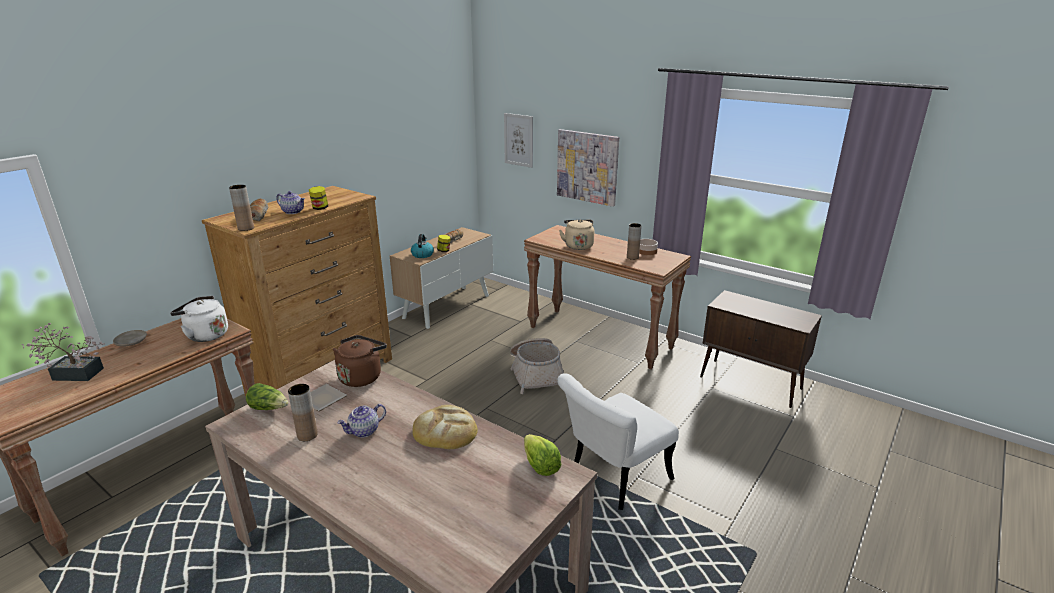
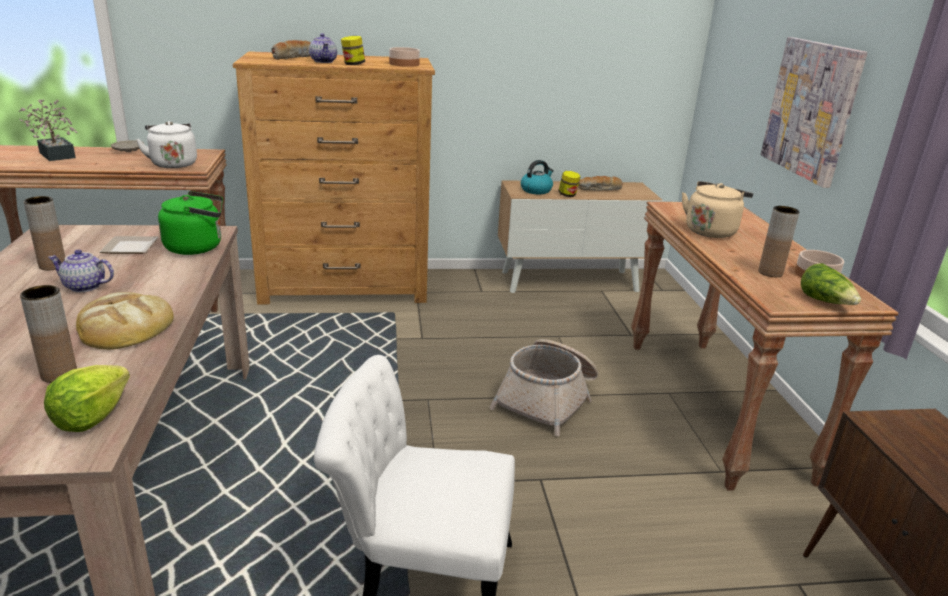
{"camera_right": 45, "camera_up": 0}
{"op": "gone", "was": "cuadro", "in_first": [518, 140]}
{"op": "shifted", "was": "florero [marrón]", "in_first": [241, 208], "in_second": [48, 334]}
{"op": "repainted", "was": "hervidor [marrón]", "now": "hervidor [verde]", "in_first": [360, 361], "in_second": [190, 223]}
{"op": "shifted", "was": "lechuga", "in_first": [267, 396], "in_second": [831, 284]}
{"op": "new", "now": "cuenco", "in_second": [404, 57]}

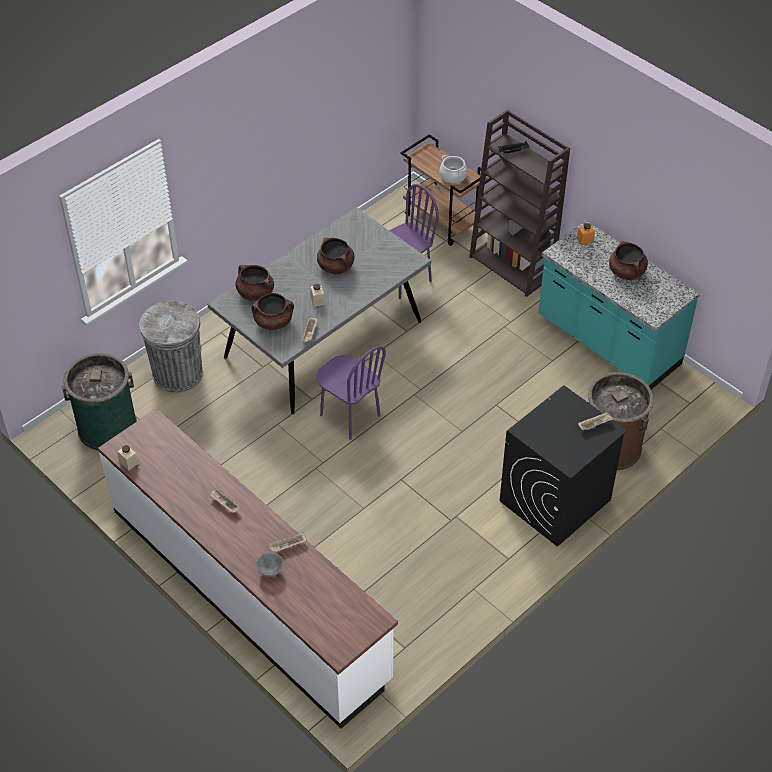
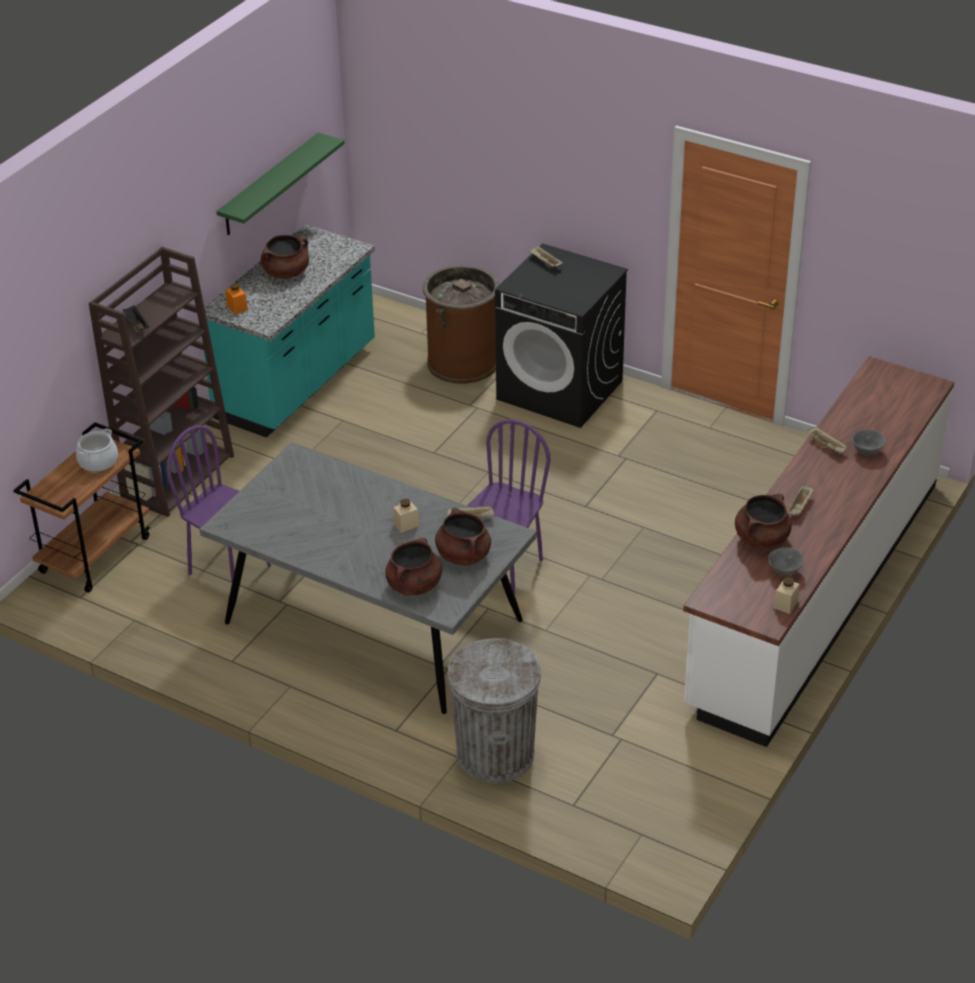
{"camera_right": -105, "camera_up": -10}
{"op": "shifted", "was": "olla [marrón]", "in_first": [335, 255], "in_second": [763, 521]}
{"op": "gone", "was": "papelera [verde]", "in_first": [99, 401]}
{"op": "new", "now": "estante [verde]", "in_second": [280, 184]}
{"op": "new", "now": "cuenco [gris]", "in_second": [786, 562]}

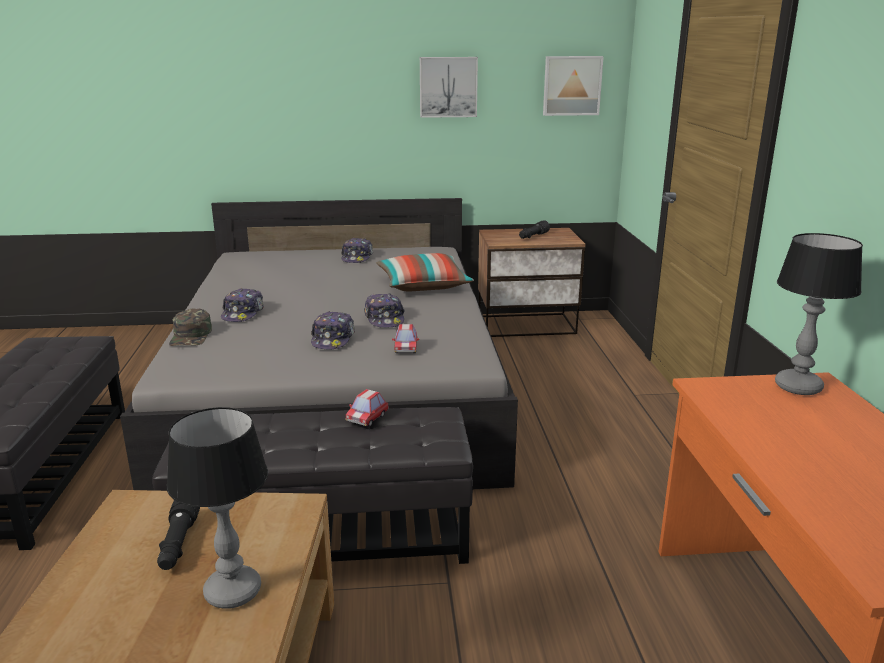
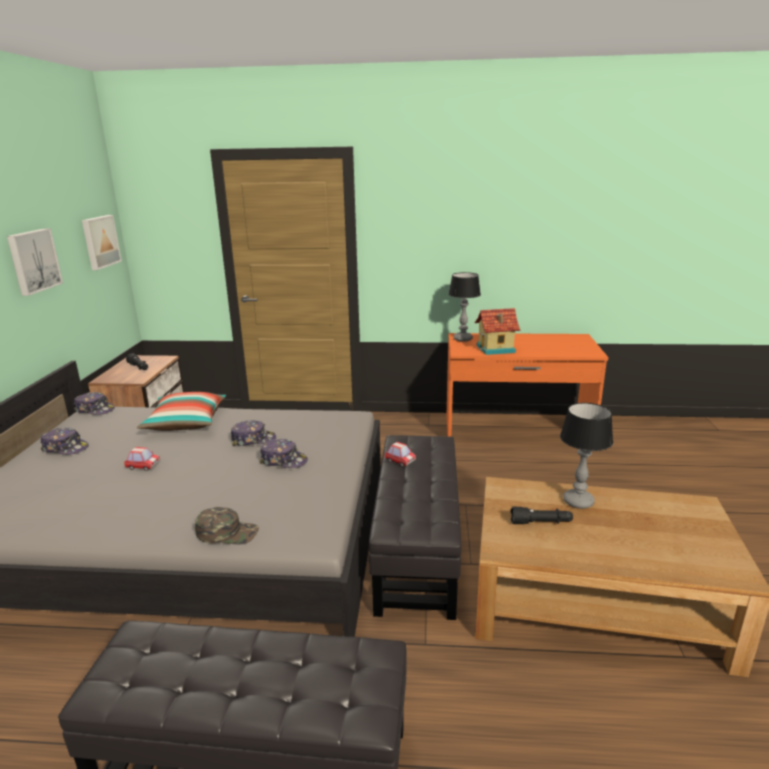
{"camera_right": -80, "camera_up": 0}
{"op": "shifted", "was": "gorra", "in_first": [242, 305], "in_second": [94, 403]}
{"op": "shifted", "was": "coche de juguete", "in_first": [405, 338], "in_second": [142, 459]}
{"op": "new", "now": "casita", "in_second": [497, 331]}

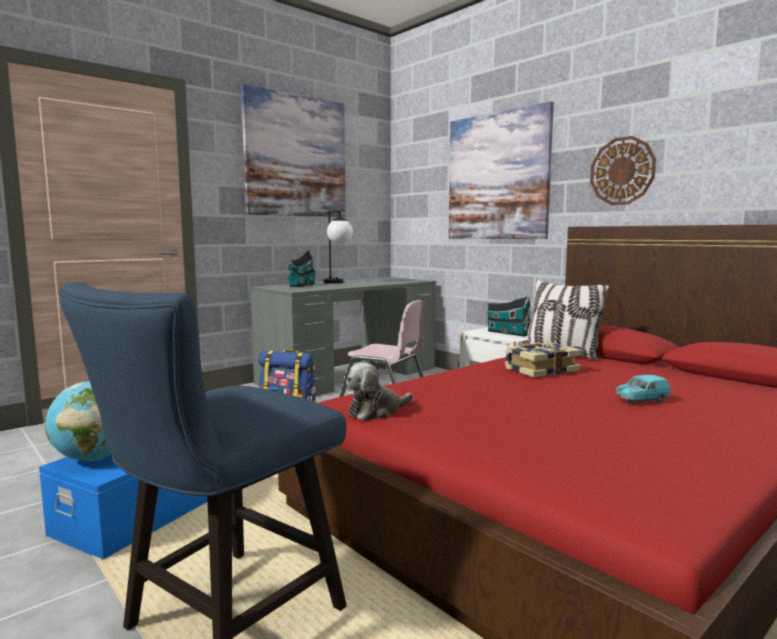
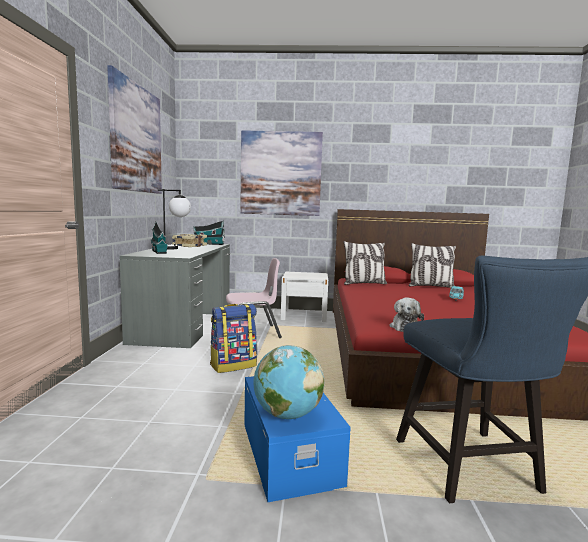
{"camera_right": -45, "camera_up": 0}
{"op": "gone", "was": "reloj de pared", "in_first": [623, 170]}
{"op": "shifted", "was": "casita", "in_first": [509, 317], "in_second": [209, 233]}
{"op": "shifted", "was": "libro", "in_first": [543, 359], "in_second": [189, 240]}
{"op": "new", "now": "cojín", "in_second": [432, 265]}

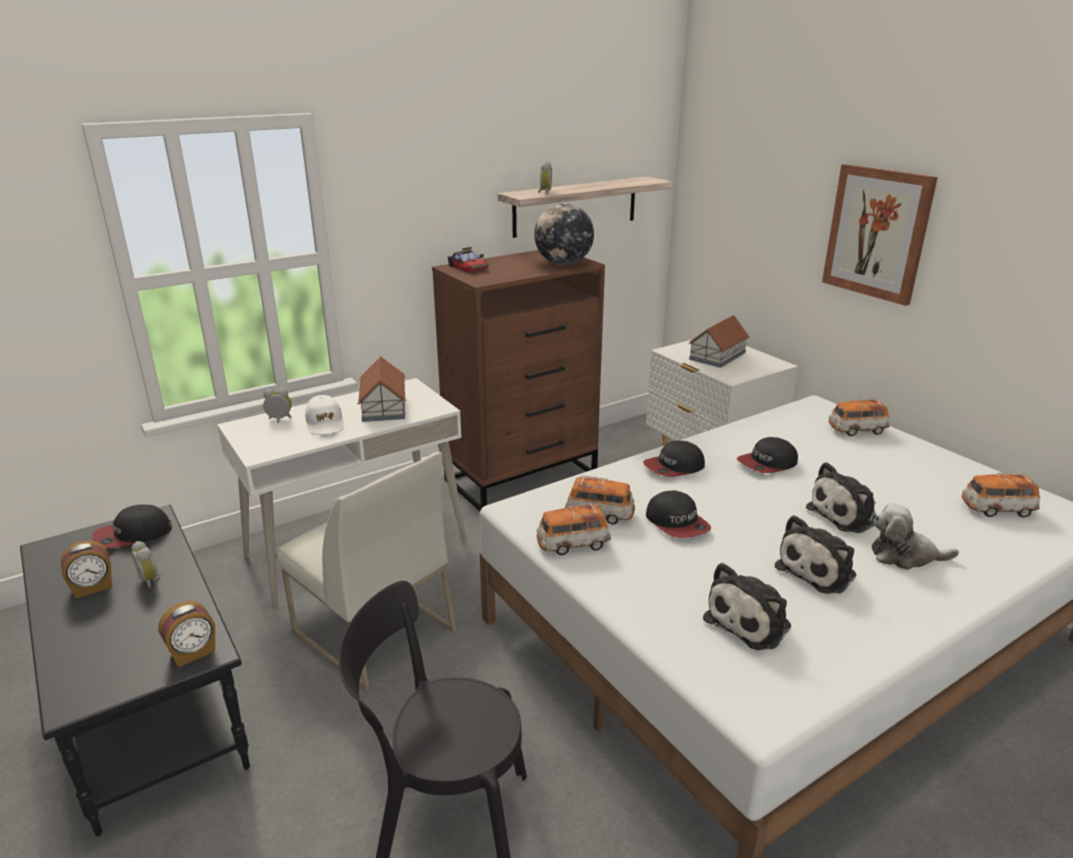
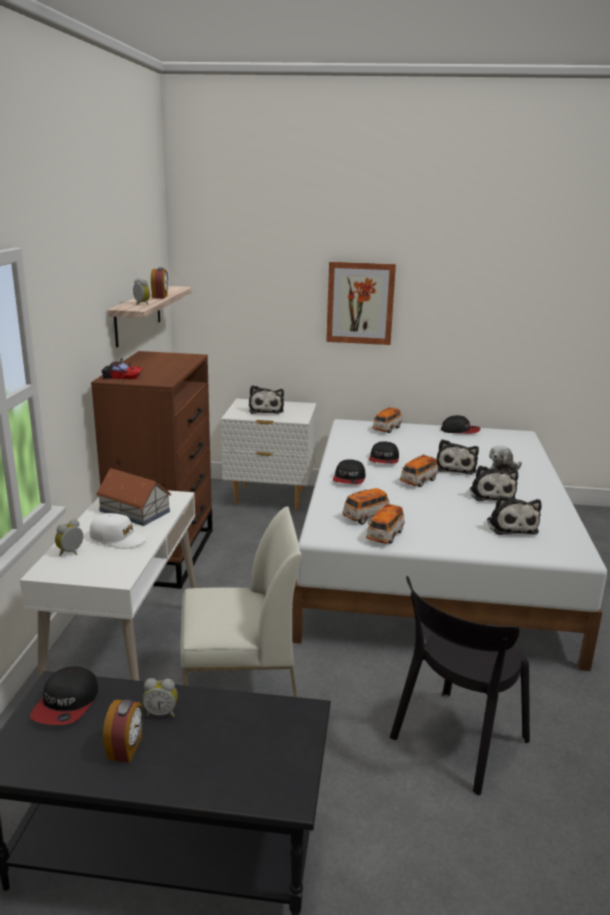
{"camera_right": -50, "camera_up": -5}
{"op": "gone", "was": "globo terráqueo", "in_first": [564, 234]}
{"op": "swapped", "was": "casita", "now": "peluche", "in_first": [719, 341], "in_second": [266, 399]}
{"op": "shifted", "was": "coche de juguete", "in_first": [1001, 495], "in_second": [419, 470]}
{"op": "shifted", "was": "gorra", "in_first": [678, 514], "in_second": [460, 424]}
{"op": "shifted", "was": "despertador", "in_first": [187, 634], "in_second": [159, 283]}

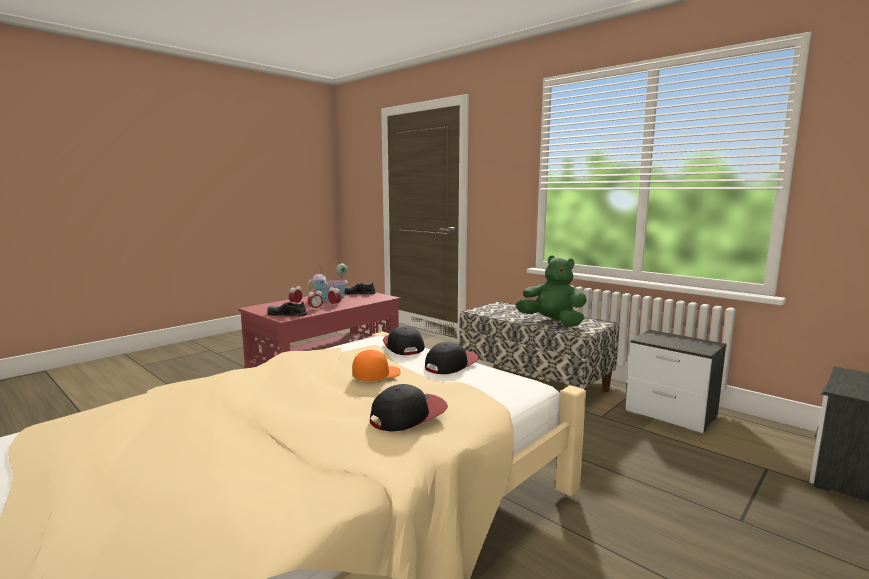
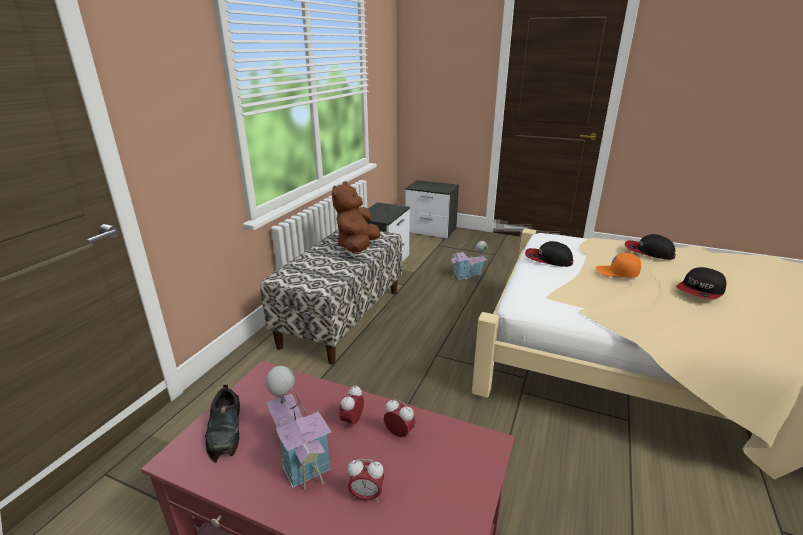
{"camera_right": -110, "camera_up": 15}
{"op": "repainted", "was": "peluche [verde]", "now": "peluche [marrón]", "in_first": [551, 291], "in_second": [356, 217]}
{"op": "gone", "was": "zapato [negro]", "in_first": [287, 308]}
{"op": "shifted", "was": "gorra", "in_first": [404, 340], "in_second": [701, 283]}
{"op": "new", "now": "casita", "in_second": [468, 260]}

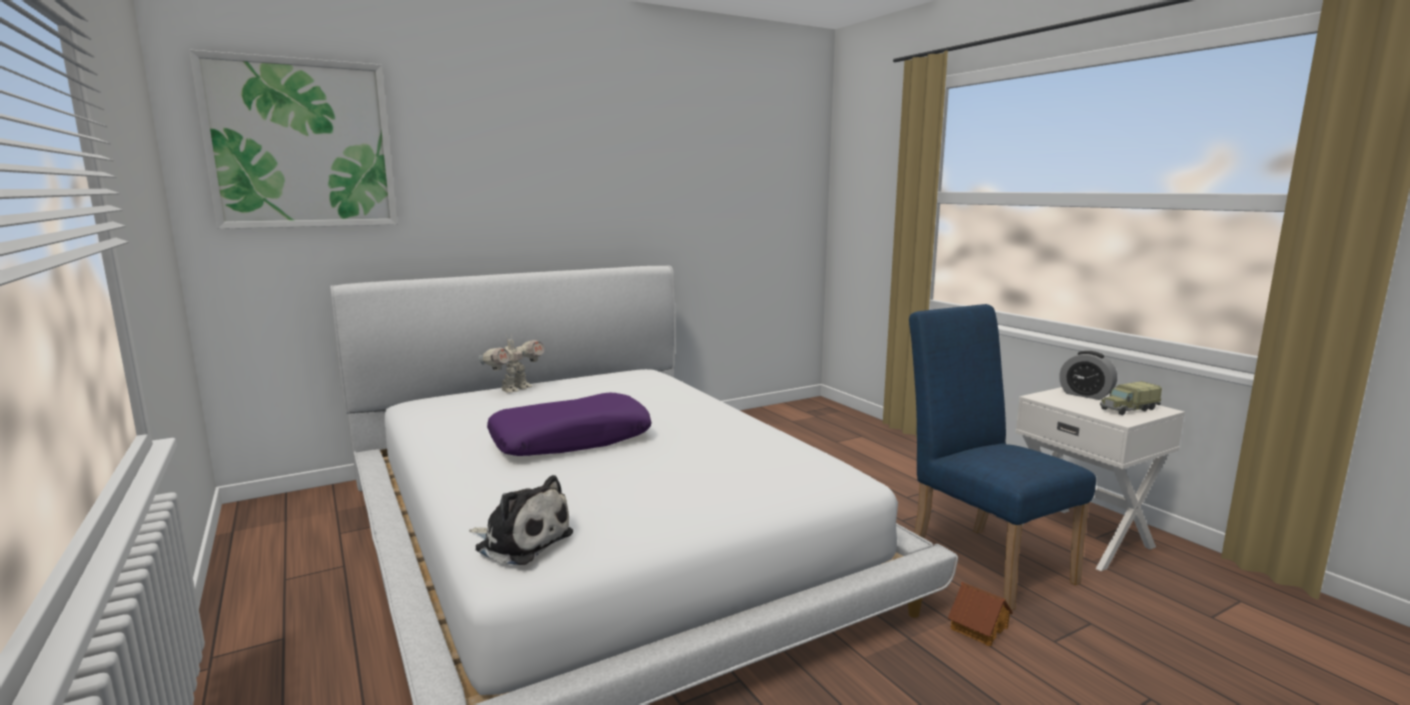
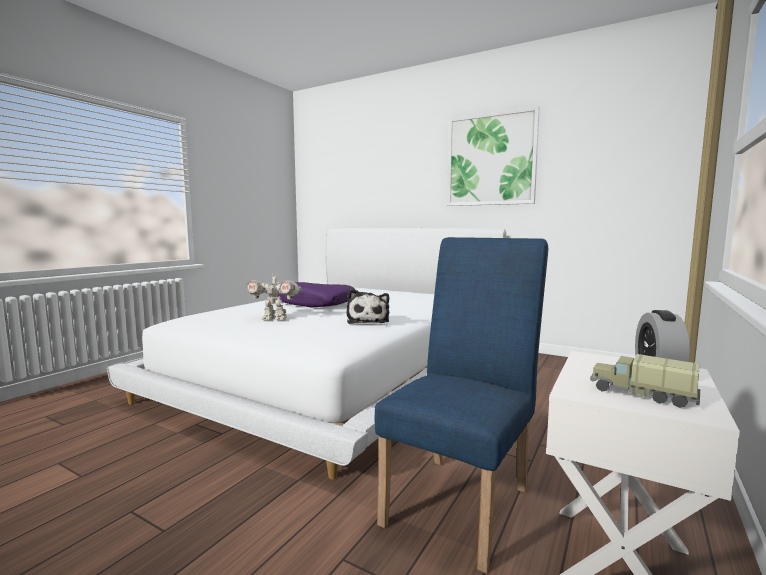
{"camera_right": 60, "camera_up": -5}
{"op": "shifted", "was": "cuadro", "in_first": [293, 139], "in_second": [493, 156]}
{"op": "shifted", "was": "robot de juguete", "in_first": [511, 364], "in_second": [274, 296]}
{"op": "shifted", "was": "peluche", "in_first": [521, 520], "in_second": [367, 306]}
{"op": "gone", "was": "casita", "in_first": [980, 614]}

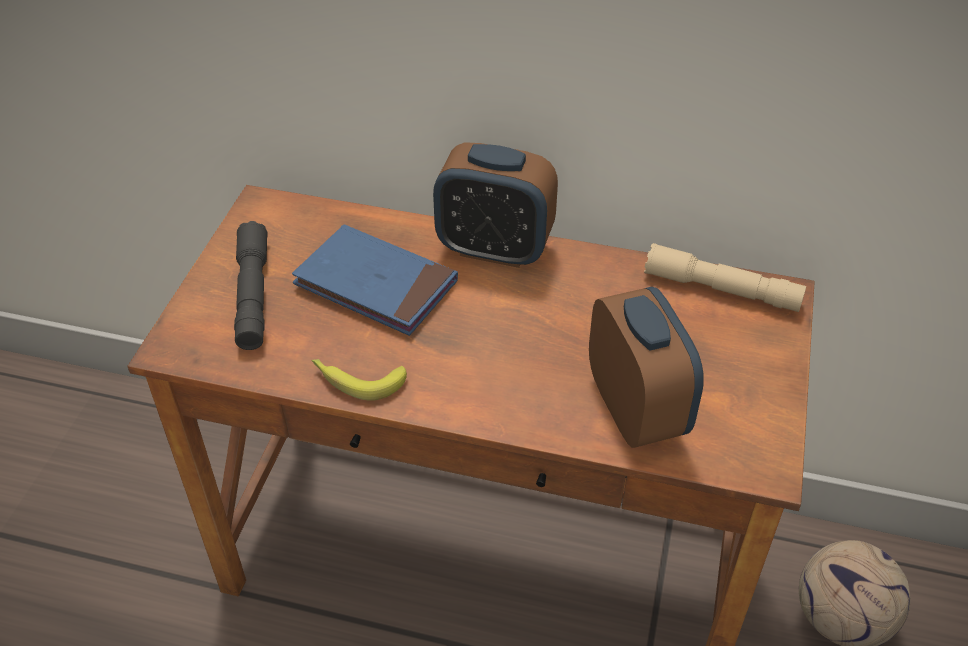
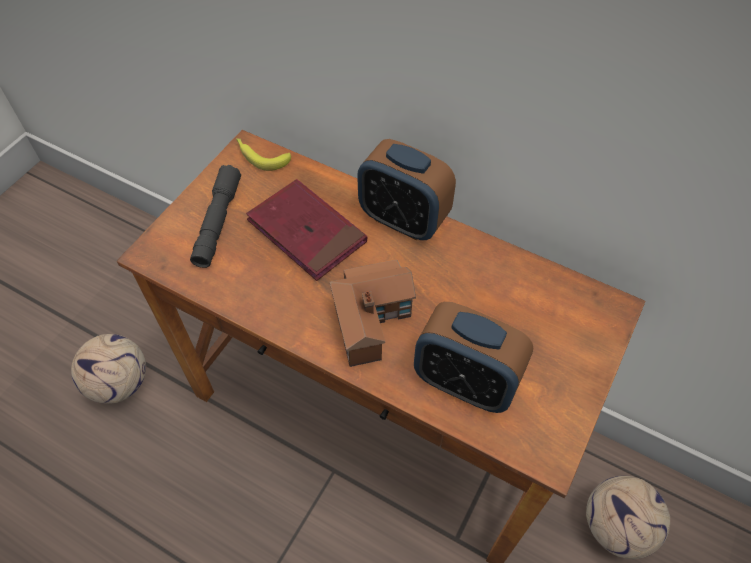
{"camera_right": 15, "camera_up": 10}
{"op": "repainted", "was": "libro [azul]", "now": "libro [rojo]", "in_first": [375, 280], "in_second": [306, 230]}
{"op": "gone", "was": "linterna [beis]", "in_first": [725, 277]}
{"op": "rotated", "was": "despertador", "in_first": [646, 367], "in_second": [473, 357], "clockwise": 120}
{"op": "shifted", "was": "plátano", "in_first": [359, 380], "in_second": [263, 154]}
{"op": "new", "now": "casita", "in_second": [373, 313]}
{"op": "new", "now": "balón de fútbol", "in_second": [108, 369]}

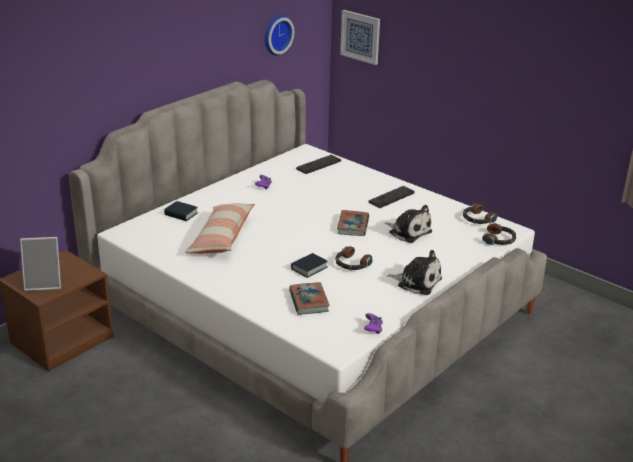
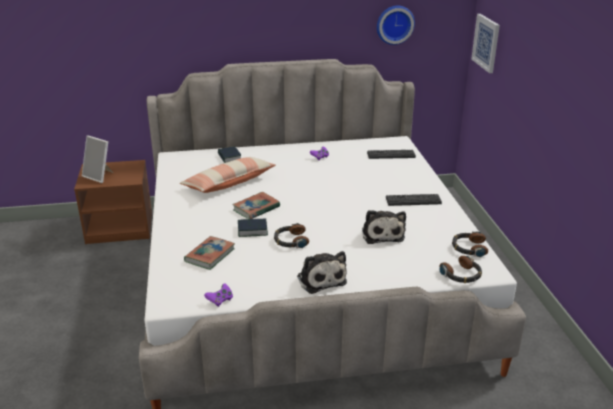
{"camera_right": 40, "camera_up": 0}
{"op": "shifted", "was": "libro", "in_first": [353, 223], "in_second": [256, 205]}

